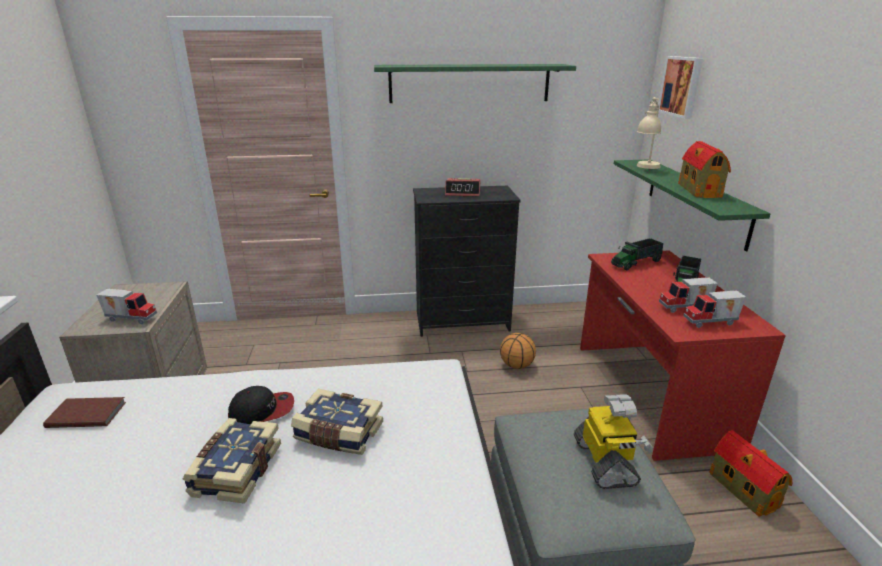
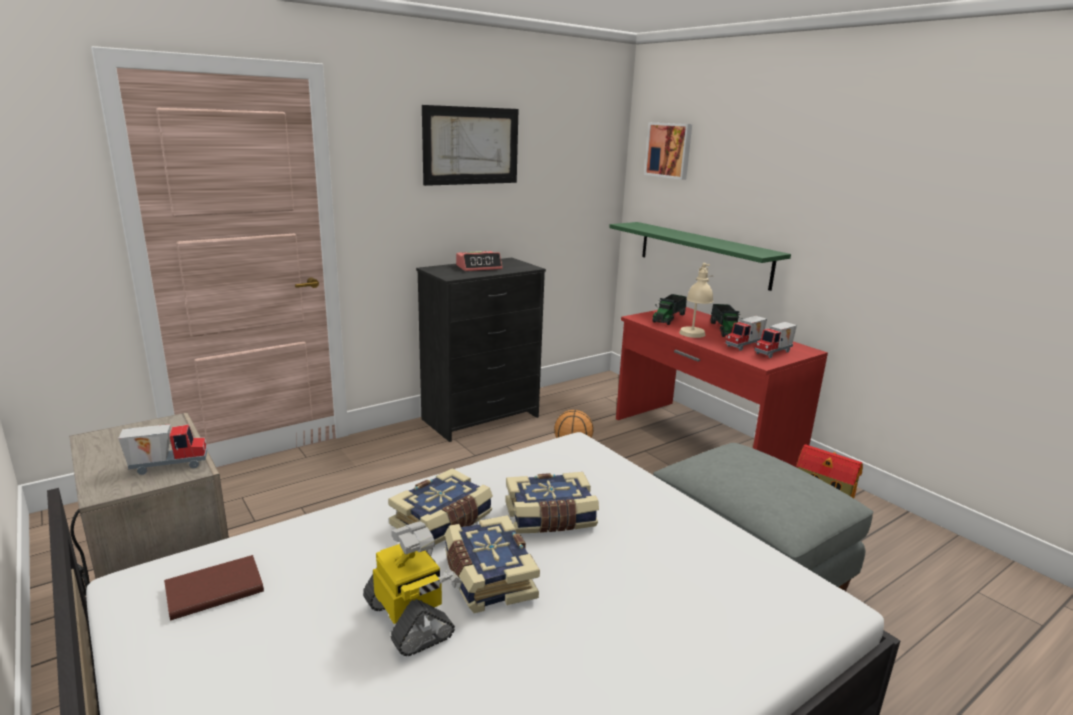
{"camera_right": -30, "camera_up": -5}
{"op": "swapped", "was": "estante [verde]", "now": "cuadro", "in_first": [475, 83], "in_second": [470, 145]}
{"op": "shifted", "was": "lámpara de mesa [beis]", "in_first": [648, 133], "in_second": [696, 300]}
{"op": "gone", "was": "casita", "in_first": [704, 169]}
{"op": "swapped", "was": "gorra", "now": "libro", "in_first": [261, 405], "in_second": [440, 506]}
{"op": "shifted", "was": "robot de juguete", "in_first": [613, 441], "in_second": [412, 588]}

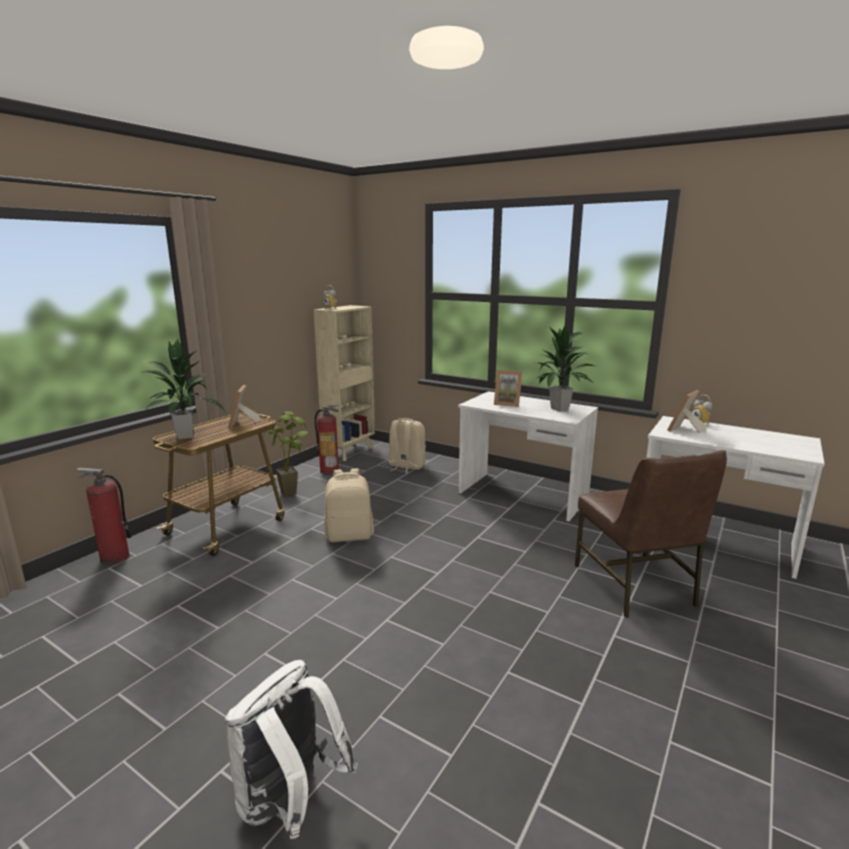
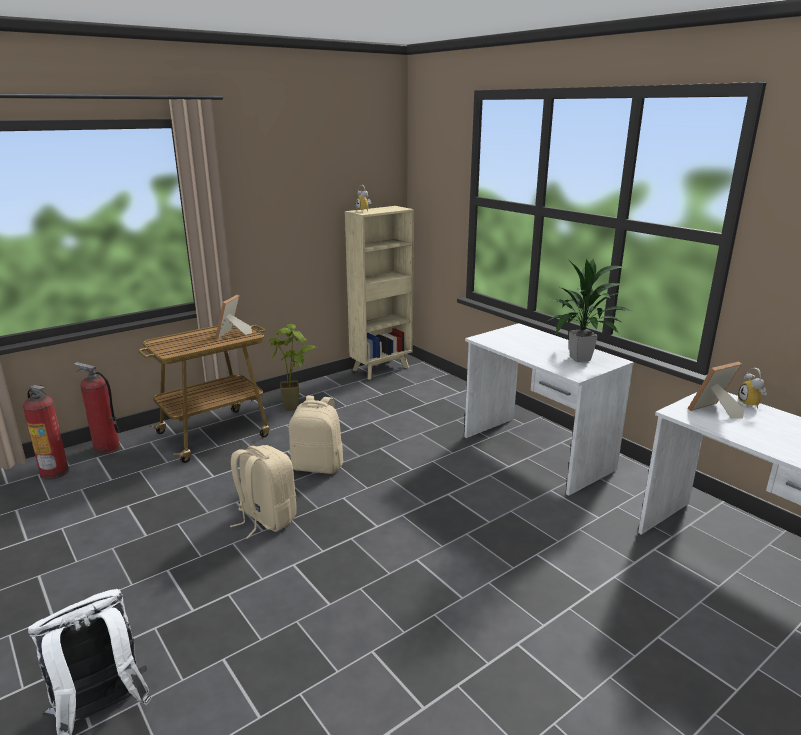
{"camera_right": 20, "camera_up": 5}
{"op": "gone", "was": "planta en maceta", "in_first": [184, 389]}
{"op": "gone", "was": "portarretratos", "in_first": [508, 388]}
{"op": "shifted", "was": "extintor", "in_first": [327, 440], "in_second": [46, 432]}
{"op": "shifted", "was": "mochila [beis]", "in_first": [407, 445], "in_second": [263, 492]}
{"op": "gone", "was": "silla [marrón]", "in_first": [651, 534]}

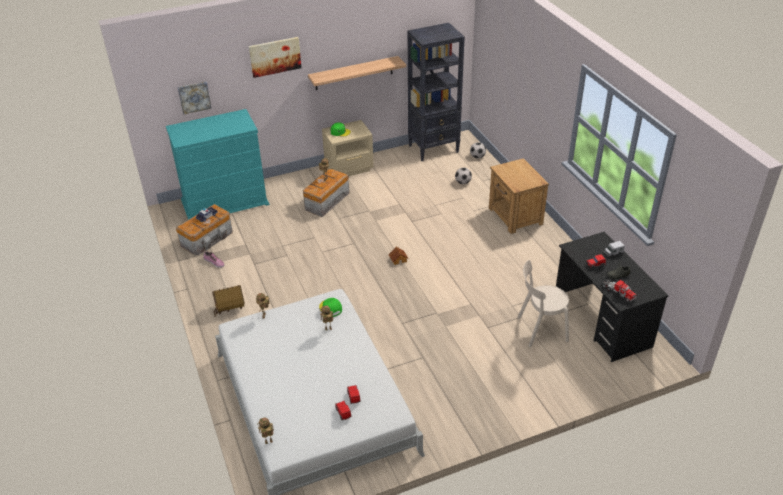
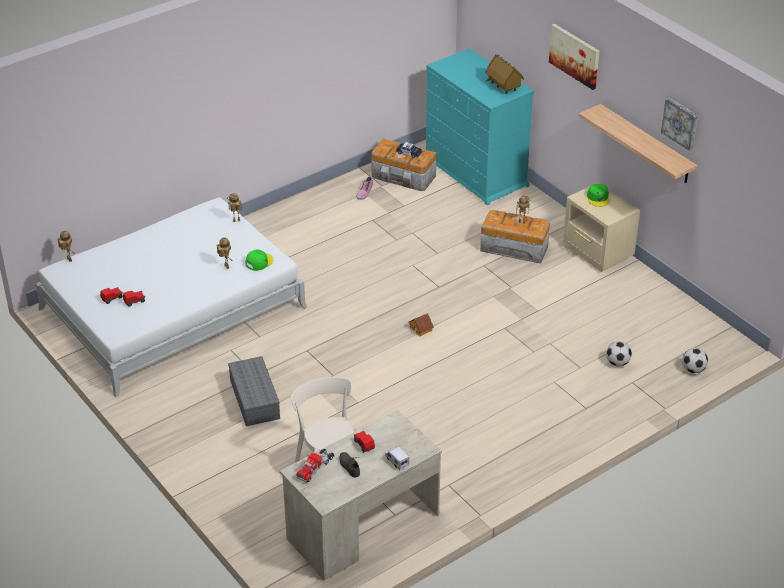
{"camera_right": 75, "camera_up": 0}
{"op": "gone", "was": "estantería [negro]", "in_first": [436, 92]}
{"op": "shifted", "was": "cuadro", "in_first": [195, 97], "in_second": [679, 124]}
{"op": "gone", "was": "mesita de noche [marrón]", "in_first": [519, 196]}
{"op": "repainted", "was": "escritorio [negro]", "now": "escritorio [beis]", "in_first": [612, 297], "in_second": [361, 495]}
{"op": "shifted", "was": "casita", "in_first": [228, 301], "in_second": [504, 74]}
{"op": "new", "now": "caja de almacenaje [gris]", "in_second": [254, 391]}

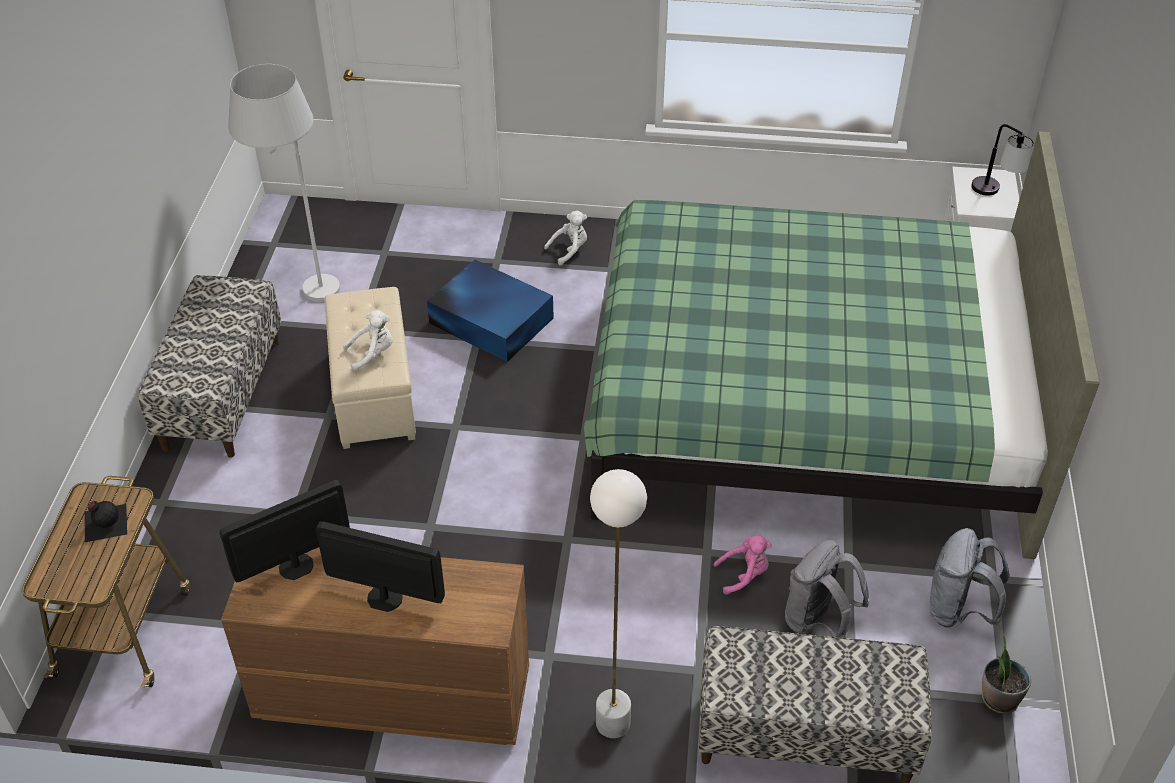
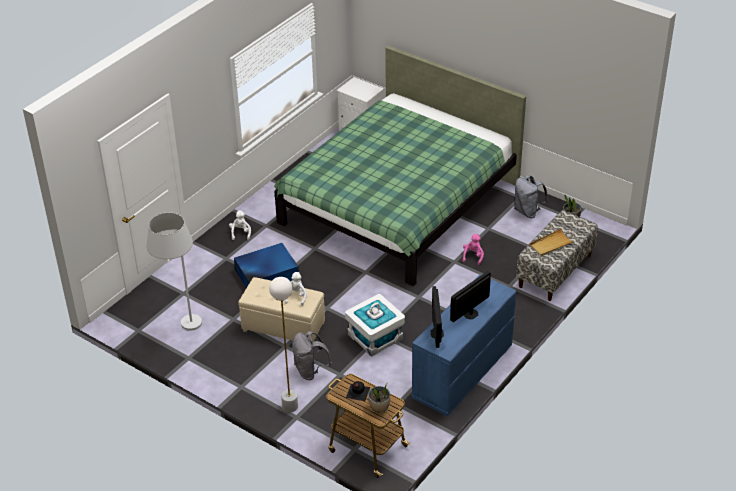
{"camera_right": -60, "camera_up": -5}
{"op": "gone", "was": "lámpara de mesa", "in_first": [1002, 160]}
{"op": "gone", "was": "banco", "in_first": [209, 366]}
{"op": "shifted", "was": "lámpara de pie [blanco]", "in_first": [618, 603], "in_second": [283, 345]}
{"op": "shifted", "was": "mochila [gris]", "in_first": [827, 589], "in_second": [312, 355]}
{"op": "repainted", "was": "cómoda [marrón]", "now": "cómoda [azul]", "in_first": [375, 646], "in_second": [464, 345]}
{"op": "new", "now": "bandeja [beis]", "in_second": [551, 242]}
{"op": "new", "now": "caja de almacenaje [blanco]", "in_second": [375, 325]}
{"op": "new", "now": "planta en maceta", "in_second": [379, 398]}

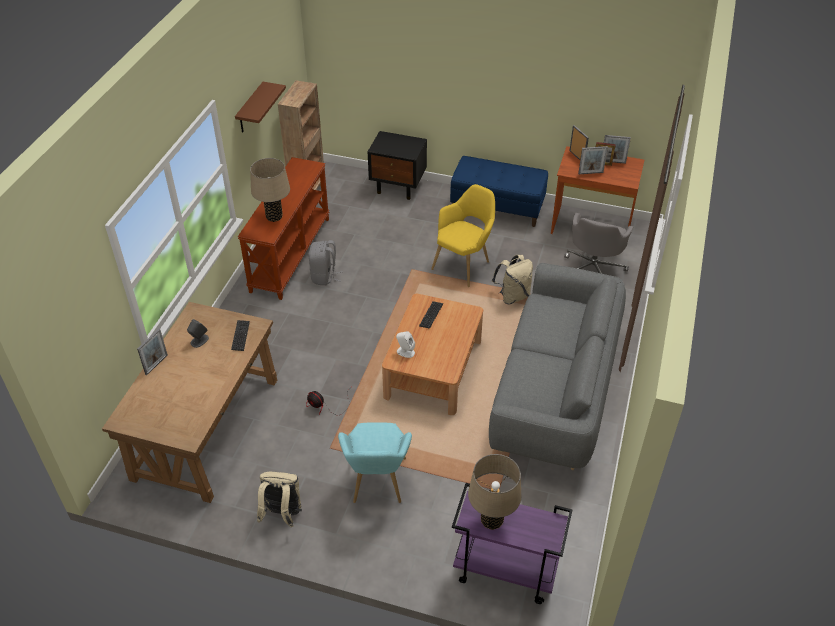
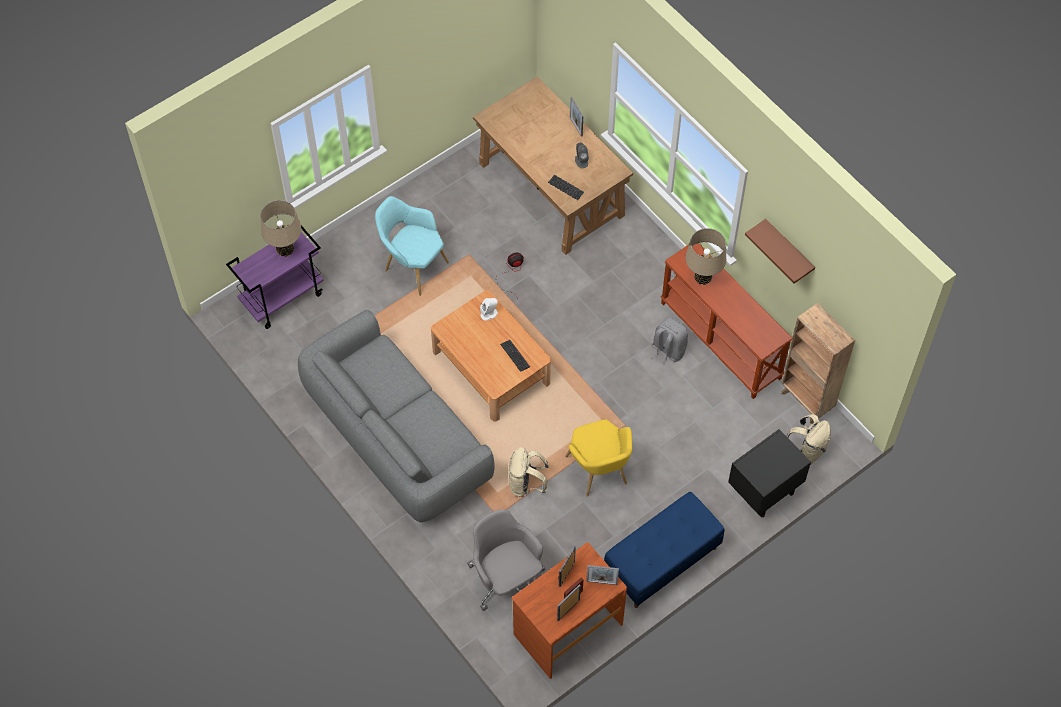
{"camera_right": 125, "camera_up": 15}
{"op": "shifted", "was": "mochila [beis]", "in_first": [279, 499], "in_second": [808, 439]}

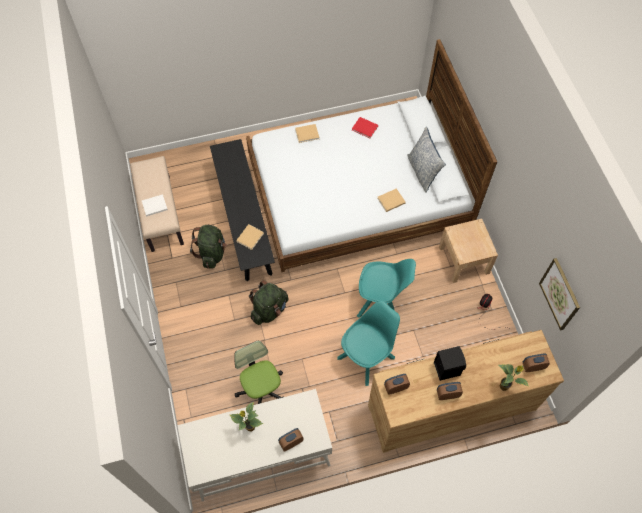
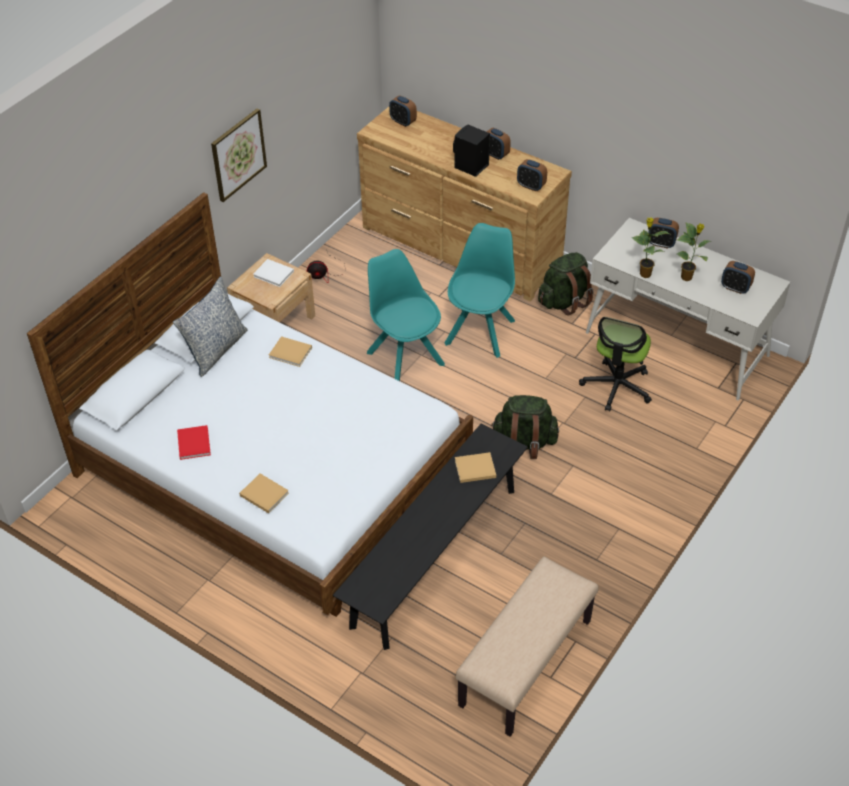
{"camera_right": -130, "camera_up": -15}
{"op": "shifted", "was": "libro [blanco]", "in_first": [155, 205], "in_second": [273, 273]}
{"op": "shifted", "was": "mochila [verde]", "in_first": [208, 247], "in_second": [565, 283]}
{"op": "shifted", "was": "cuadro", "in_first": [559, 294], "in_second": [239, 155]}
{"op": "rotated", "was": "silla [turquesa]", "in_first": [368, 343], "in_second": [480, 290], "clockwise": 105}
{"op": "shifted", "was": "planta en maceta", "in_first": [514, 377], "in_second": [650, 248]}
{"op": "new", "now": "despertador", "in_second": [738, 277]}

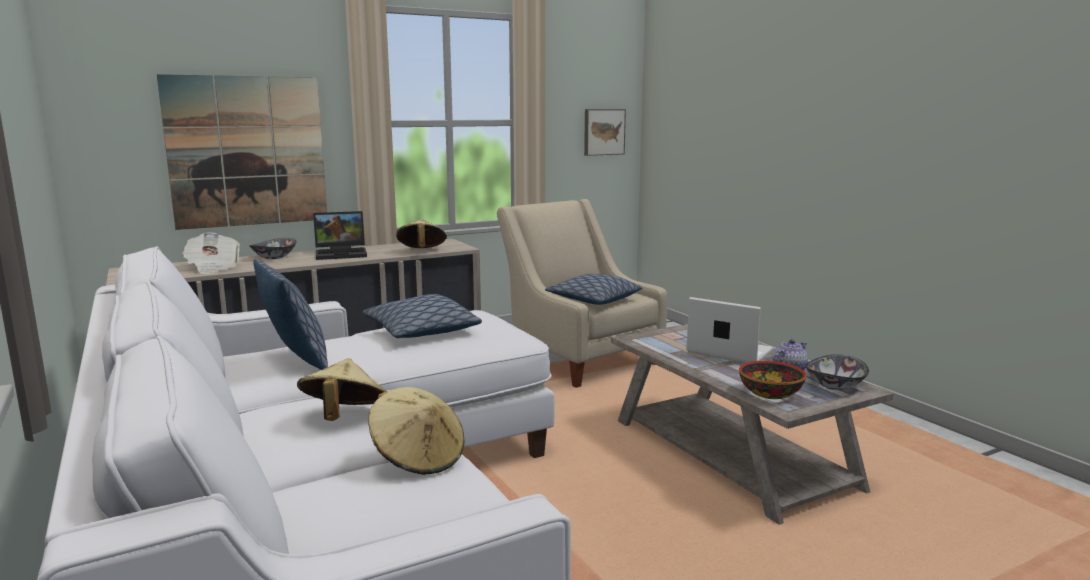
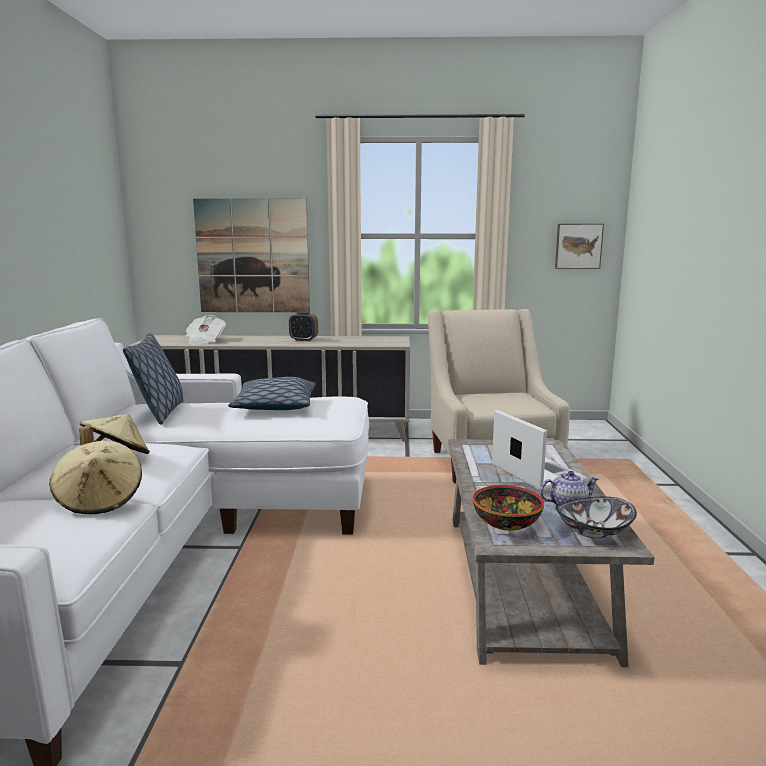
{"camera_right": 30, "camera_up": 0}
{"op": "swapped", "was": "portátil", "now": "despertador", "in_first": [340, 235], "in_second": [303, 326]}
{"op": "gone", "was": "sombrero [beis]", "in_first": [421, 233]}
{"op": "gone", "was": "cuenco", "in_first": [273, 248]}
{"op": "gone", "was": "cojín", "in_first": [594, 289]}

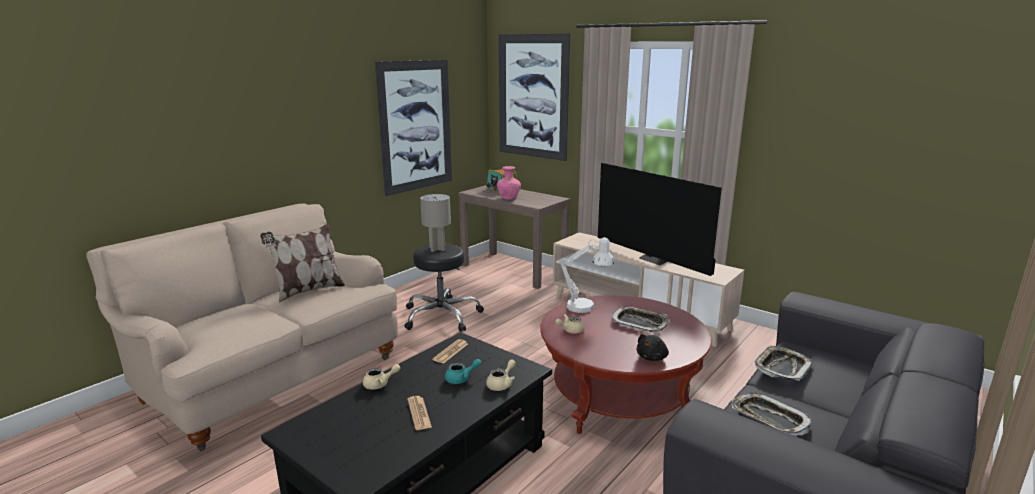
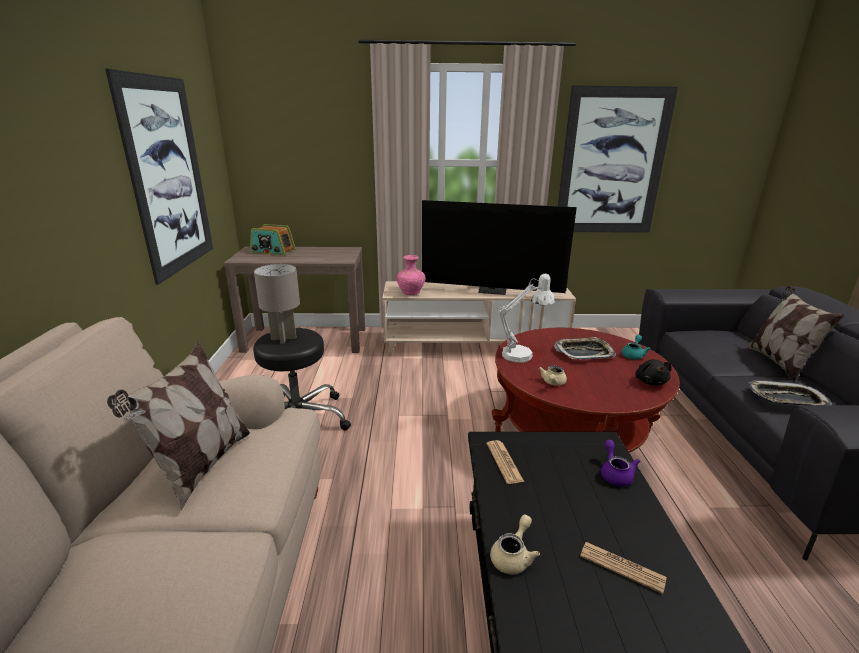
{"camera_right": -40, "camera_up": 5}
{"op": "shifted", "was": "cuadro", "in_first": [534, 97], "in_second": [618, 159]}
{"op": "shifted", "was": "florero [rosa]", "in_first": [509, 183], "in_second": [411, 275]}
{"op": "gone", "was": "bandeja", "in_first": [783, 363]}
{"op": "shifted", "was": "tetera [turquesa]", "in_first": [463, 371], "in_second": [636, 347]}
{"op": "repainted", "was": "tetera [beis]", "now": "tetera [morado]", "in_first": [501, 375], "in_second": [620, 463]}
{"op": "new", "now": "cojín", "in_second": [795, 333]}

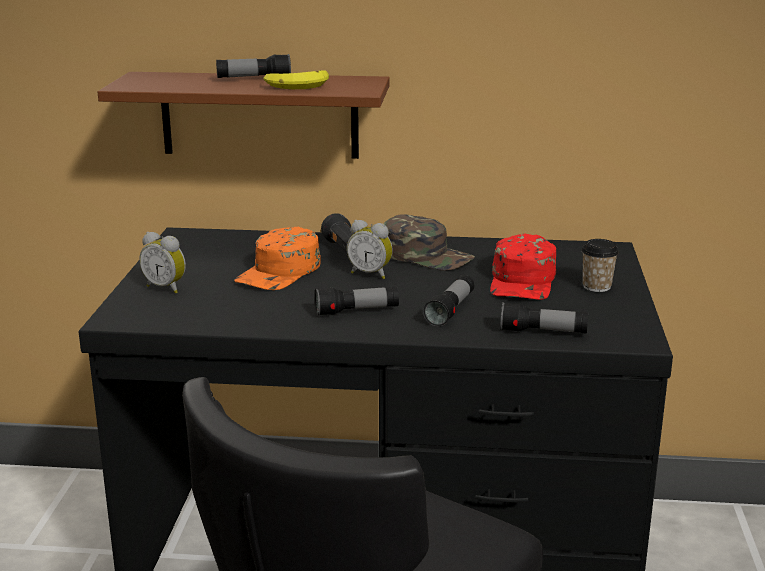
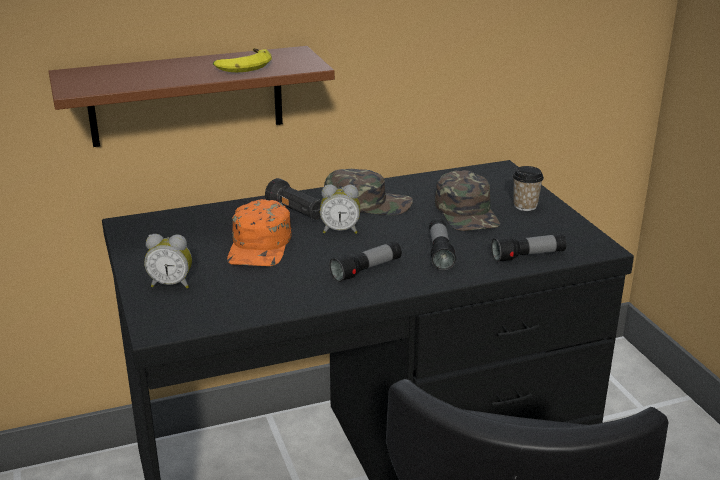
{"camera_right": -25, "camera_up": 5}
{"op": "gone", "was": "linterna", "in_first": [253, 66]}
{"op": "repainted", "was": "gorra [rojo]", "now": "gorra [verde]", "in_first": [523, 266], "in_second": [467, 200]}

